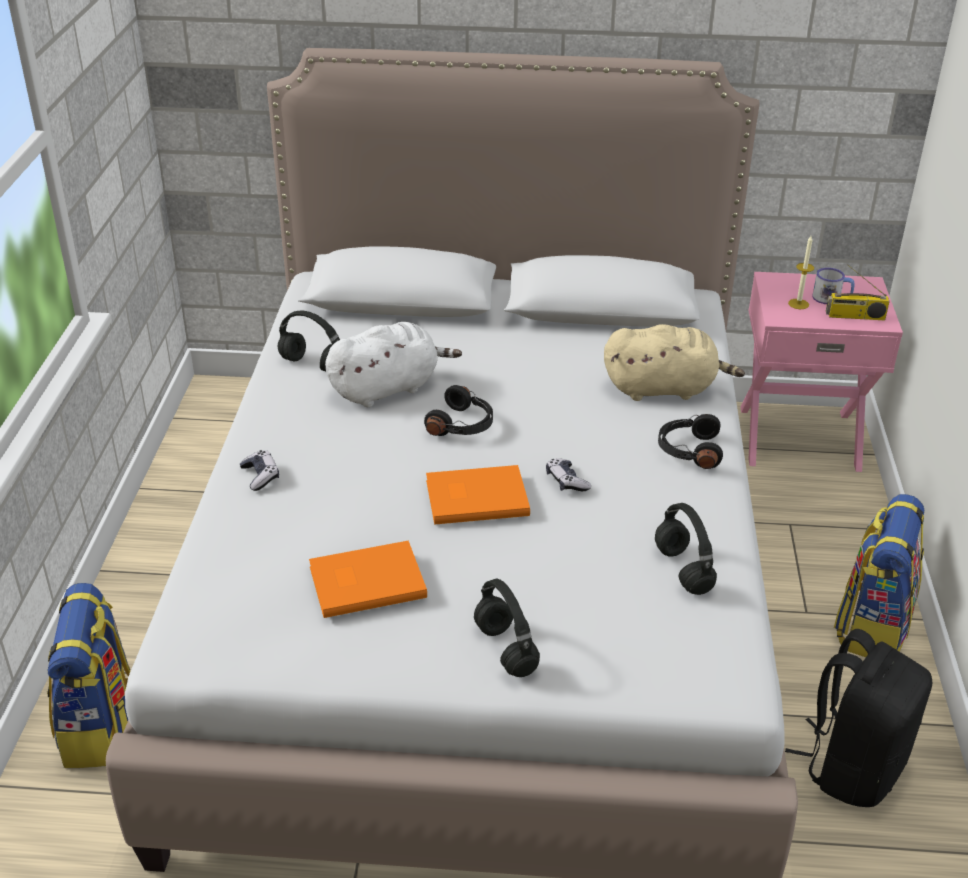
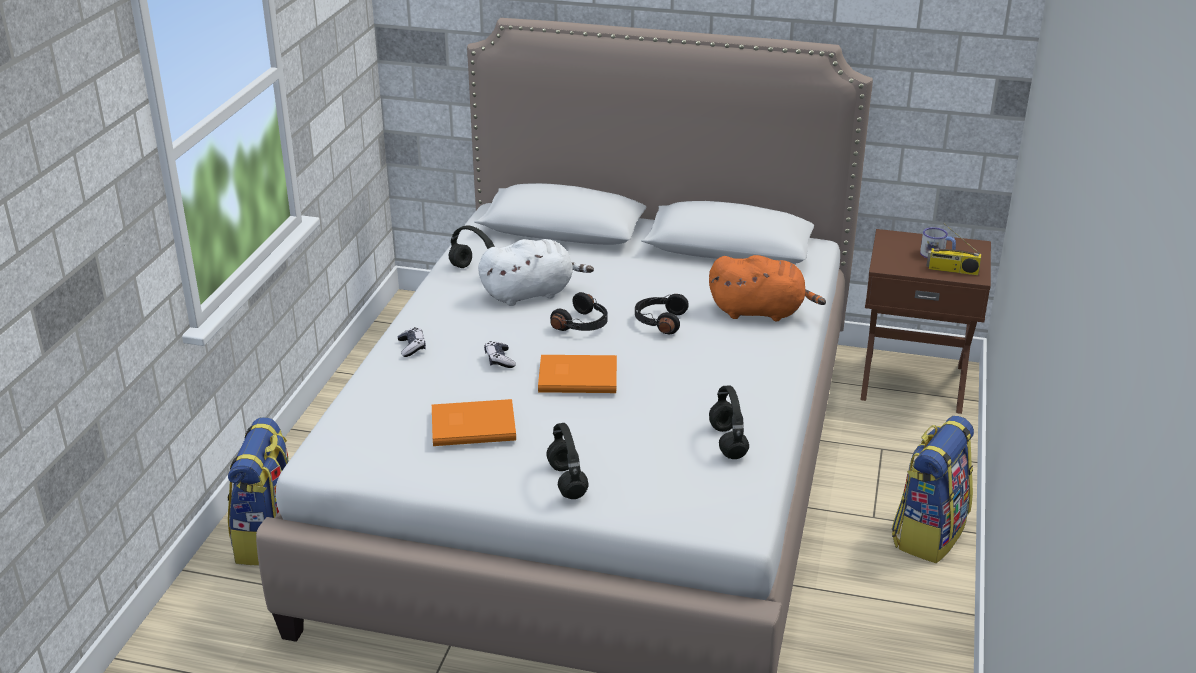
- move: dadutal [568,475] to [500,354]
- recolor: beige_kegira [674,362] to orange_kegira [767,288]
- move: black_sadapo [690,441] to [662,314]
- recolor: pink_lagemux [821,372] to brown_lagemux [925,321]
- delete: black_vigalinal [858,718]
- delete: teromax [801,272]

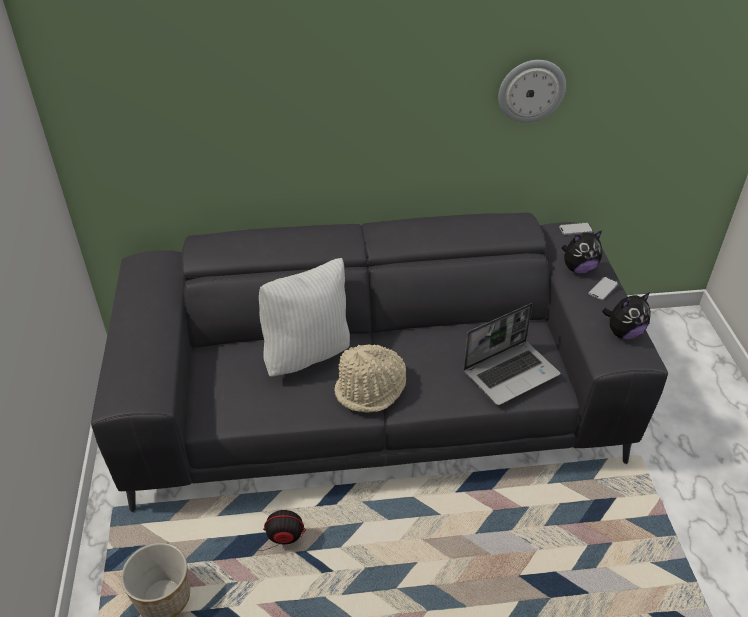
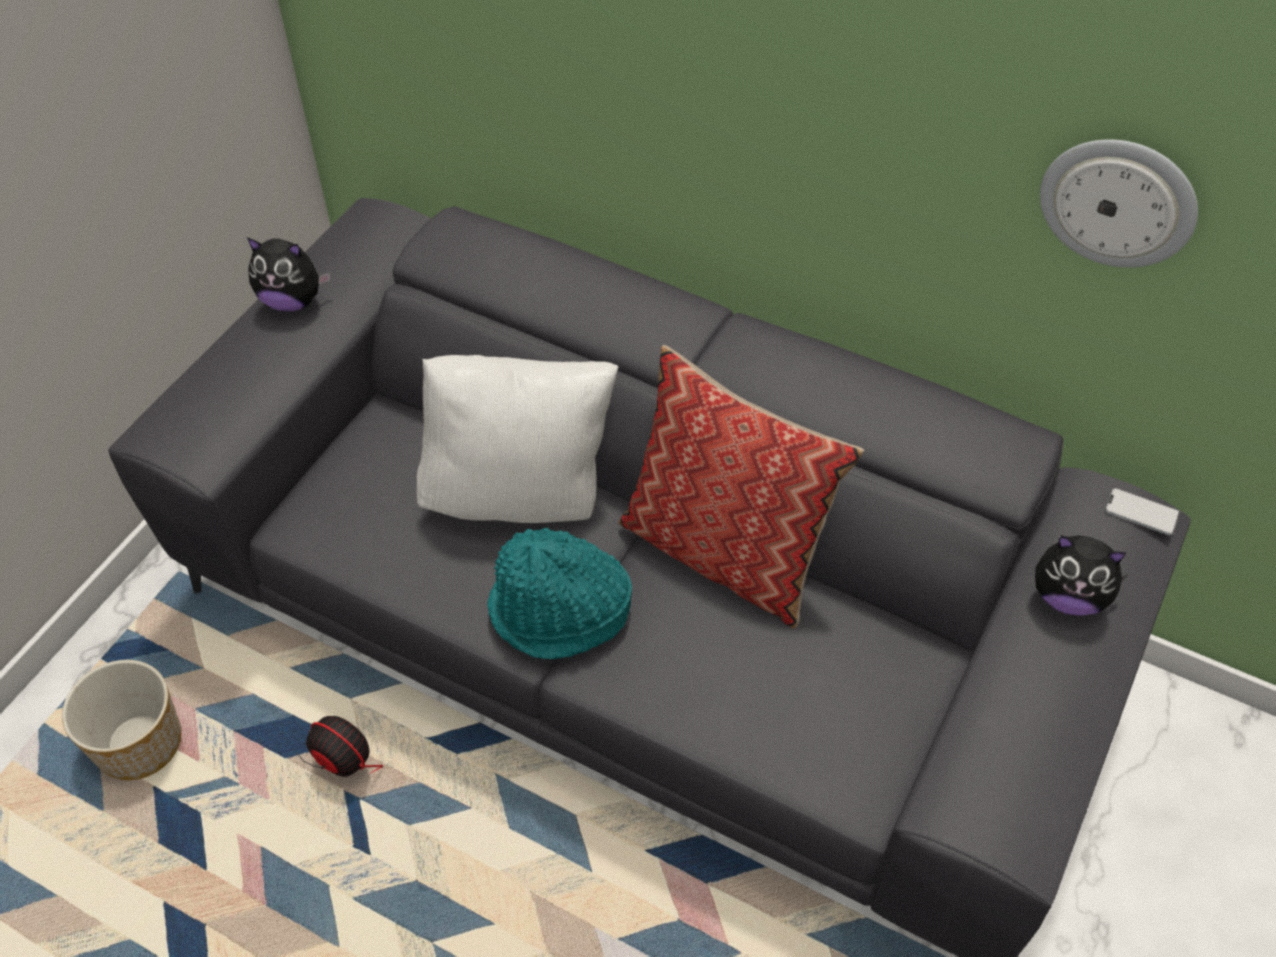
- recolor: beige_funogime [370,378] to turquoise_funogime [559,593]
- delete: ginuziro [511,354]
- delete: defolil [603,288]
- move: kegira [626,315] to [288,274]
- insert: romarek [741,487]

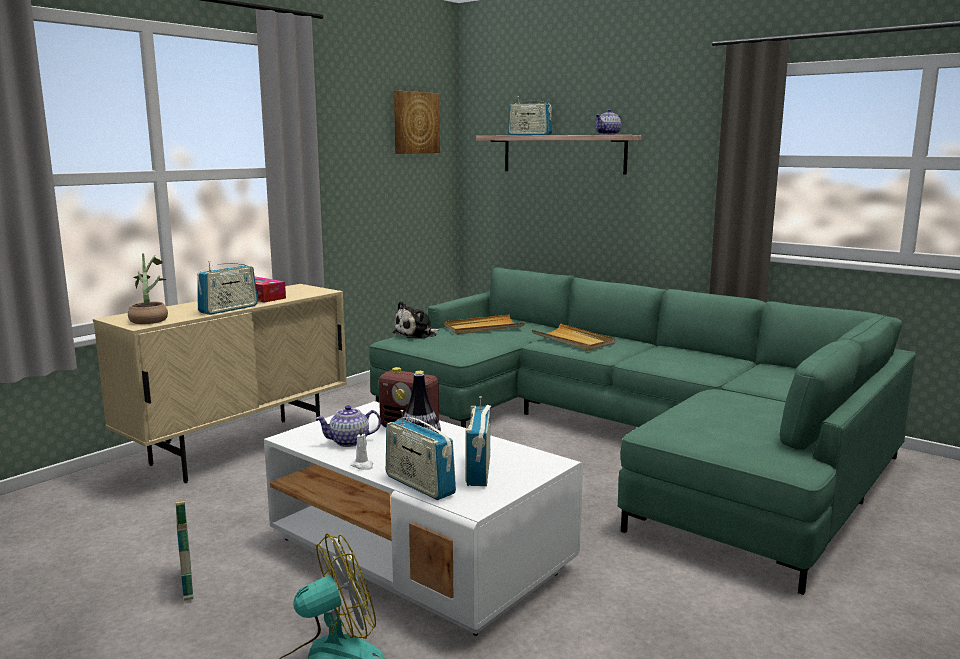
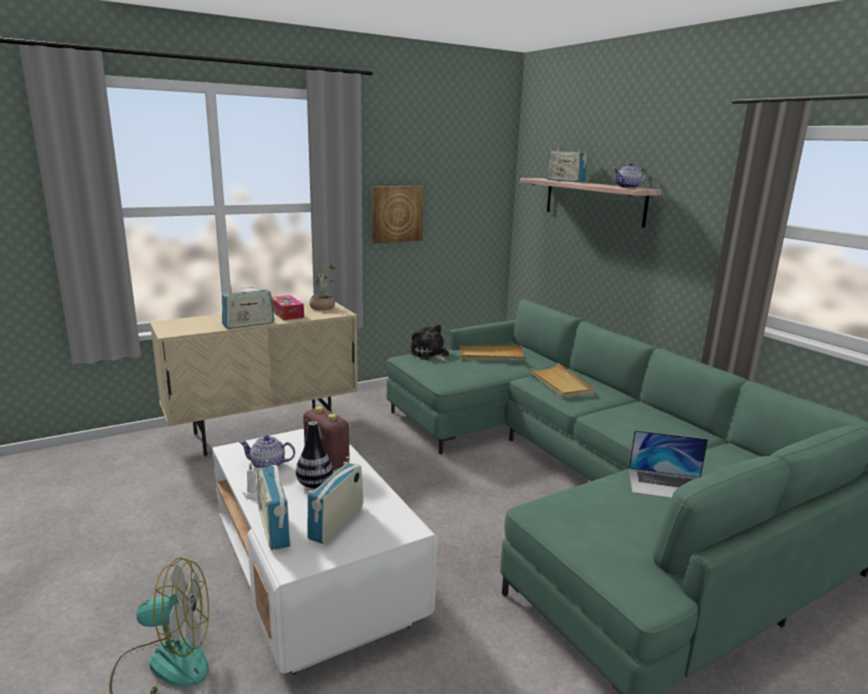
- move: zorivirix [148,289] to [322,285]
- delete: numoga [183,541]
- rotate: kegira [416,320] = [429,343] 75 degrees clockwise
- move: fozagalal [417,122] to [398,214]
- insert: ginuziro [668,464]

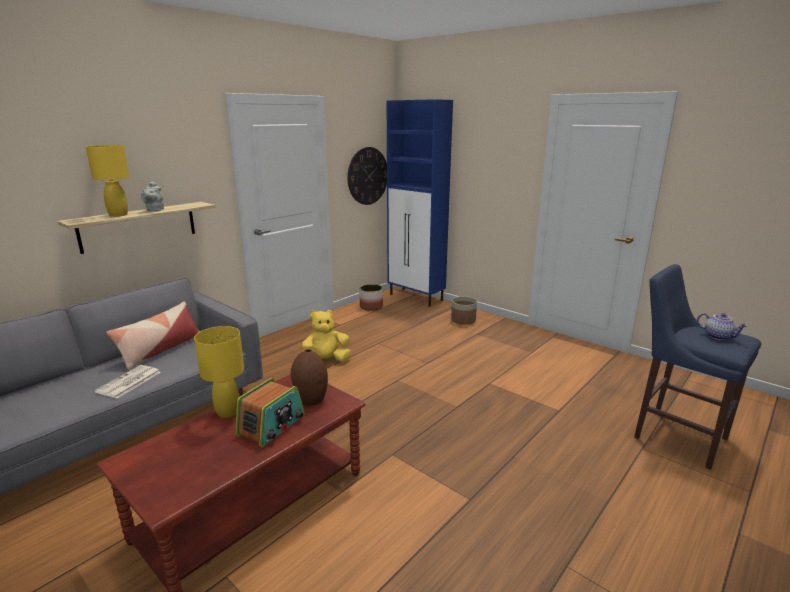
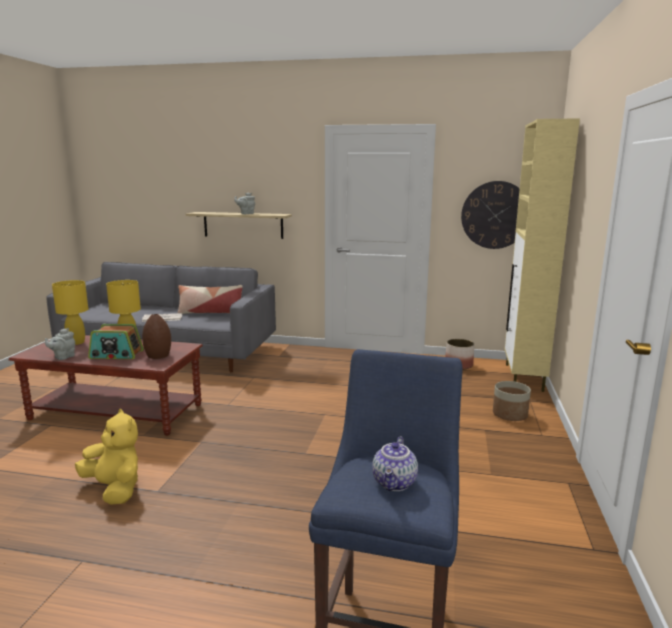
- move: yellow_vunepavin [107,181] to [70,312]
- move: yellow_kegira [326,336] to [106,457]
- recolor: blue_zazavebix [420,203] to beige_zazavebix [542,255]
- insert: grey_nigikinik [60,344]

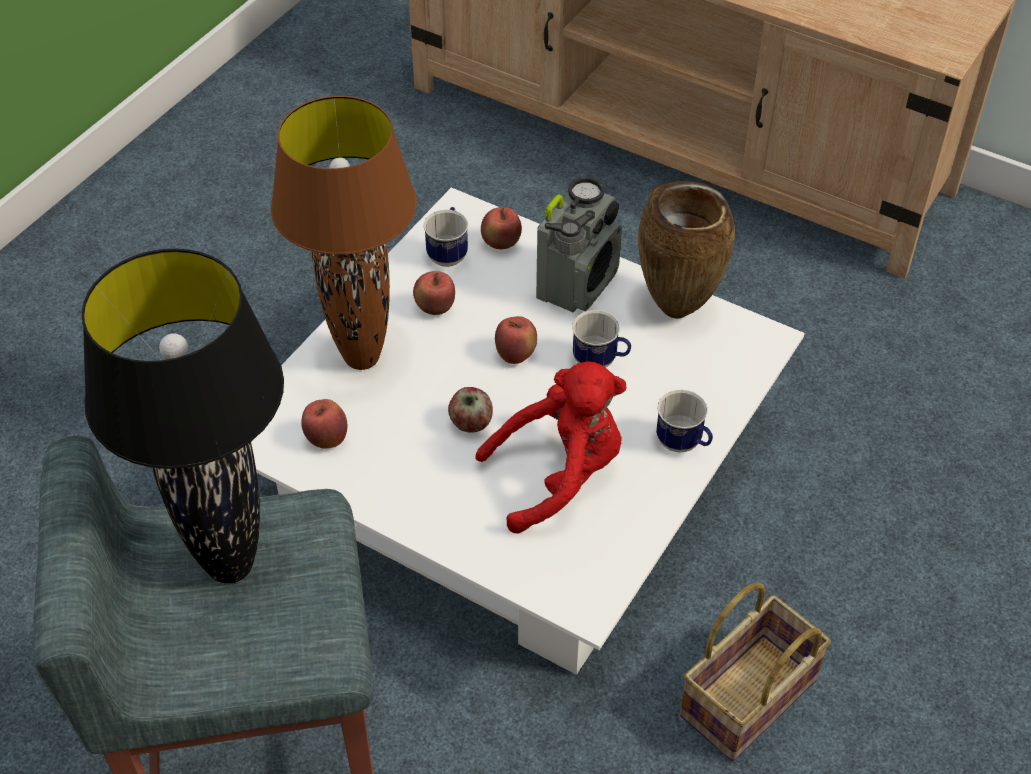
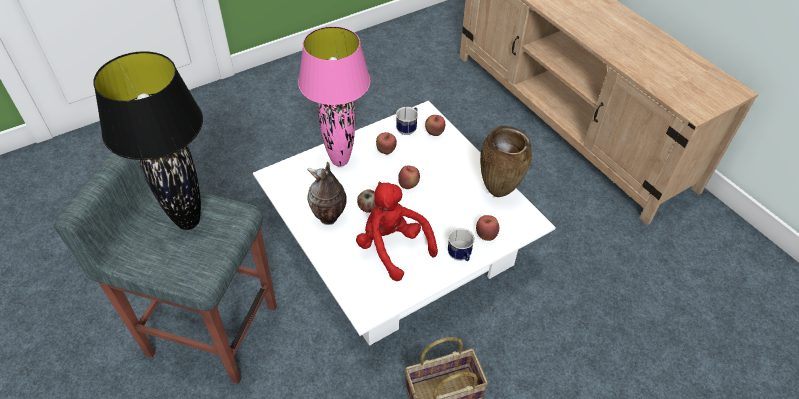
- recolor: brown_vunepavin [344,233] to pink_vunepavin [334,96]
- move: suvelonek [324,423] to [487,228]
- rotate: red_kegira [551,447] = [397,231] 135 degrees counterclockwise
- delete: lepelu [579,245]
- delete: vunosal [601,339]
- insert: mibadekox [327,193]

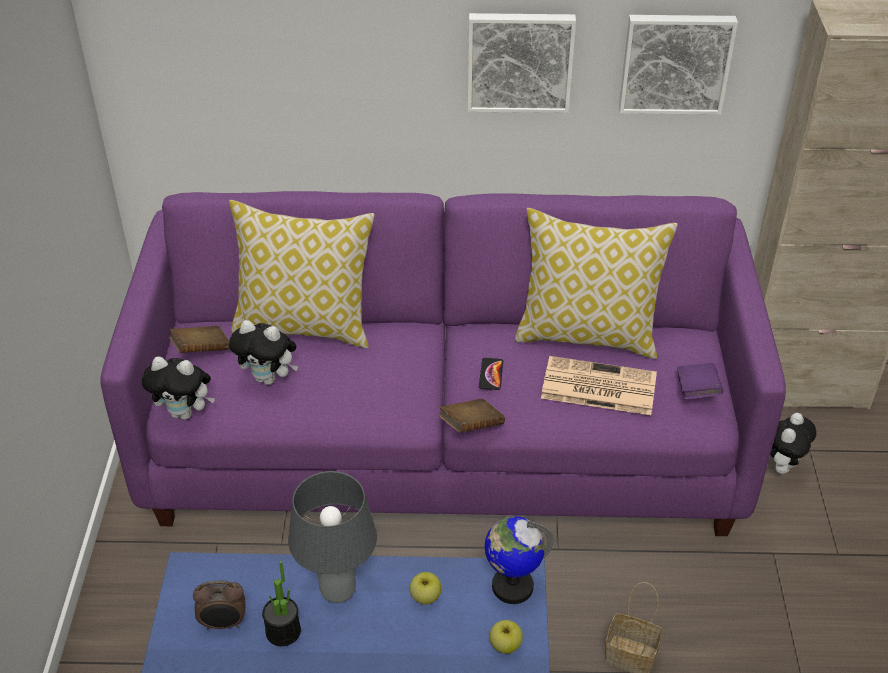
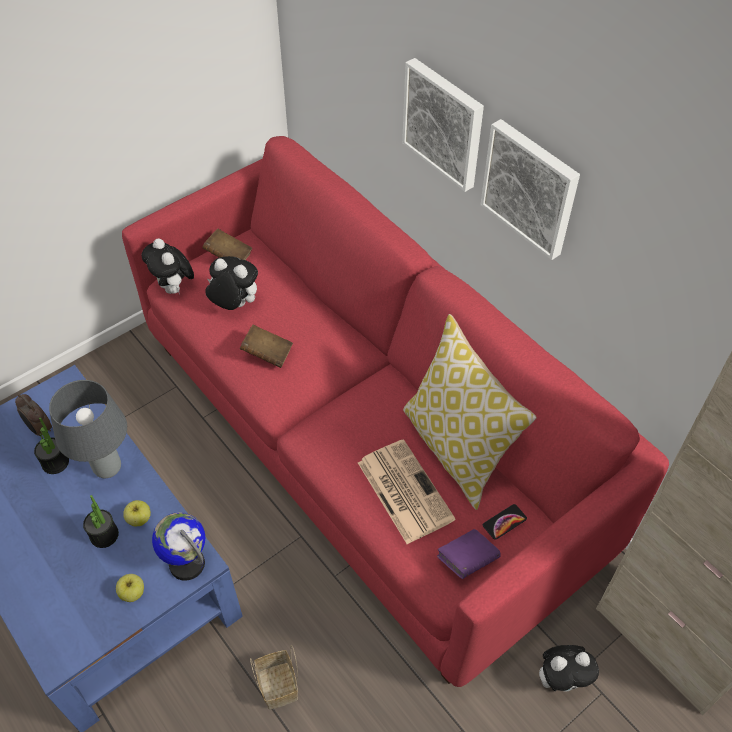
- recolor: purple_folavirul [443,363] to red_folavirul [395,411]
- delete: romarek [302,274]
- rotate: kegira [263,352] = [231,283] 135 degrees clockwise
- move: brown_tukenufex [472,416] to [266,346]
- move: defolil [491,374] to [505,522]
- move: fozagalal [678,65] to [443,125]
- insert: zorivirix [101,521]

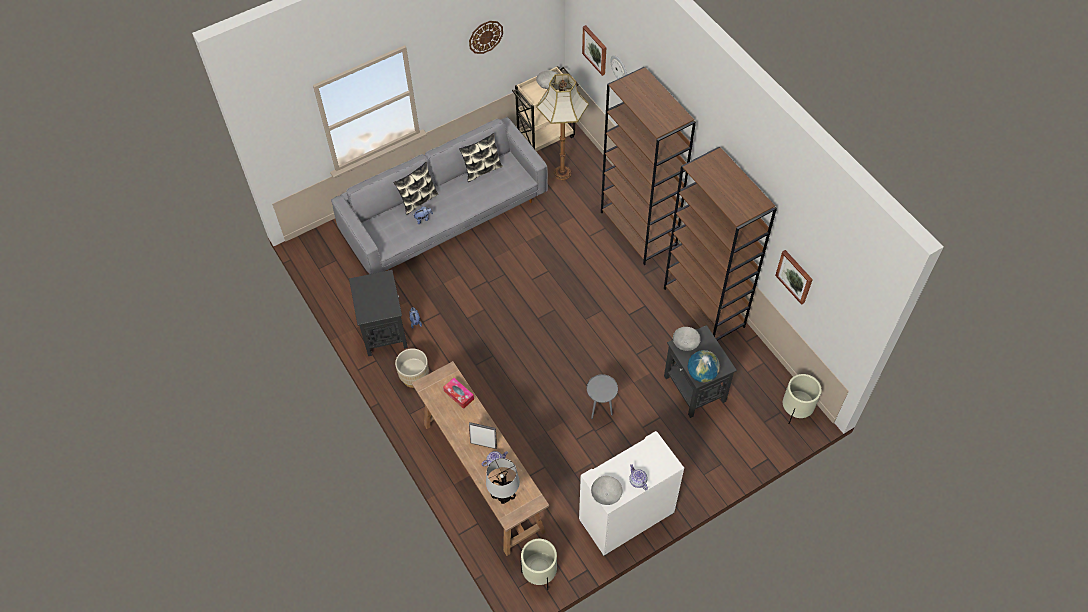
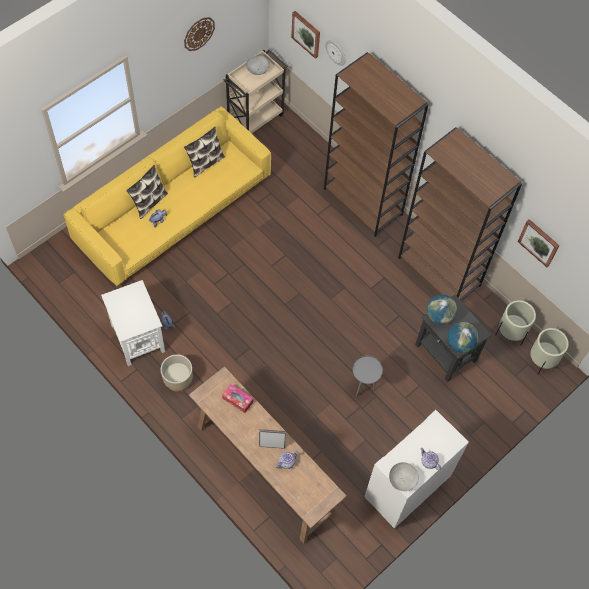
- recolor: grey_folavirul [439,195] to yellow_folavirul [167,196]
- recolor: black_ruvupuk [378,313] to white_ruvupuk [133,323]
- delete: vunepavin [503,481]
- move: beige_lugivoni [538,564] to [516,322]
- delete: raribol [562,127]
- replace: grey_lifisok [687,339] to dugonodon [442,310]

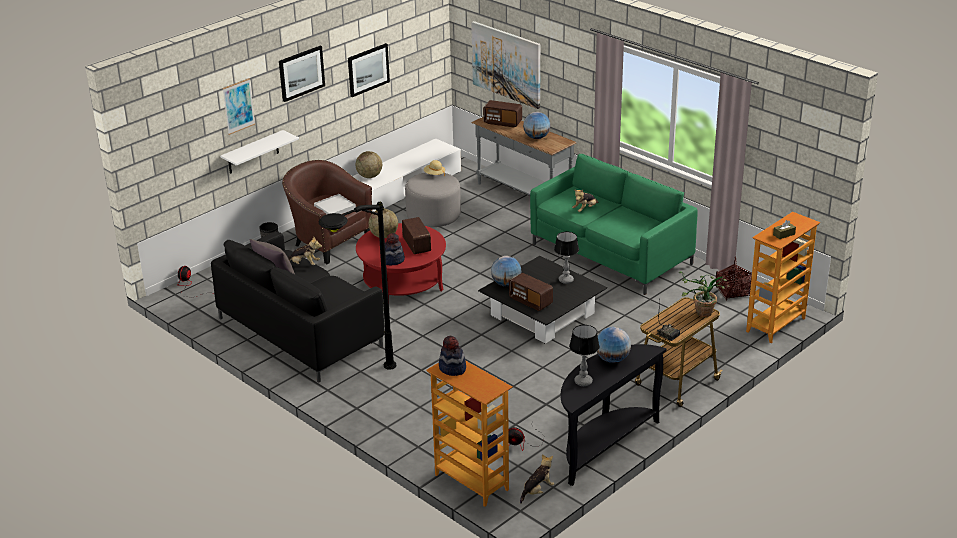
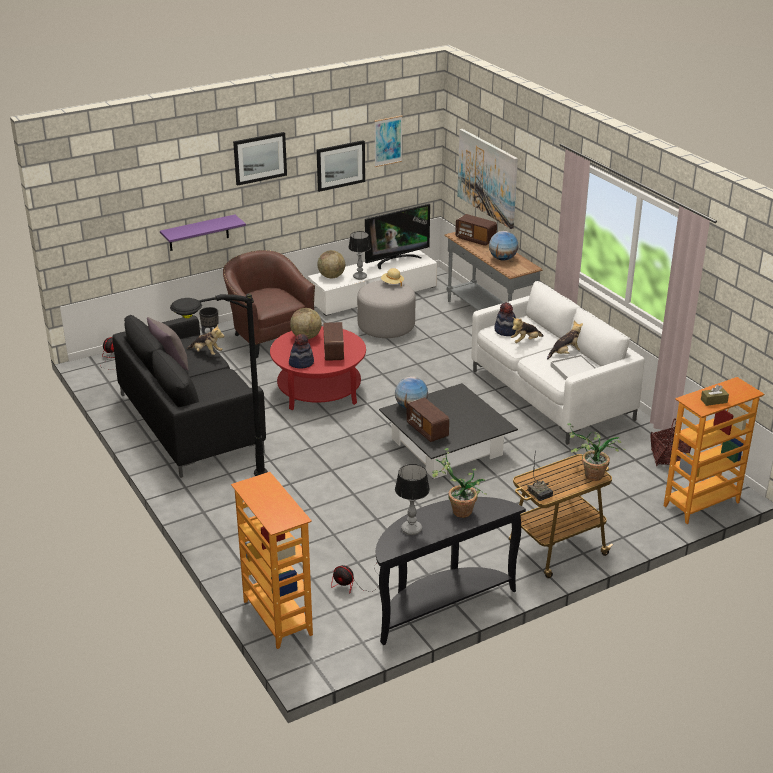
- recolor: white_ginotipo [259,152] to purple_ginotipo [203,232]
- move: fozagalal [238,106] to [388,141]
- move: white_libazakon [335,204] to [573,367]
- move: funogime [452,356] to [505,319]
- move: kegira [537,479] to [565,339]
- recolor: green_folavirul [614,224] to white_folavirul [558,363]
- move: vunepavin [566,257] to [359,255]
- replace: dugonodon [614,345] to zorivirix [459,483]
- insert: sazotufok [397,236]

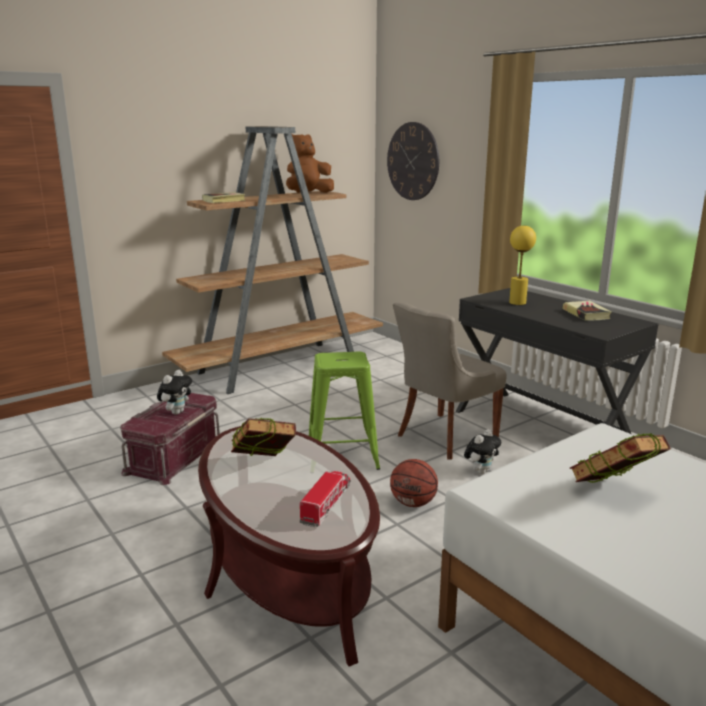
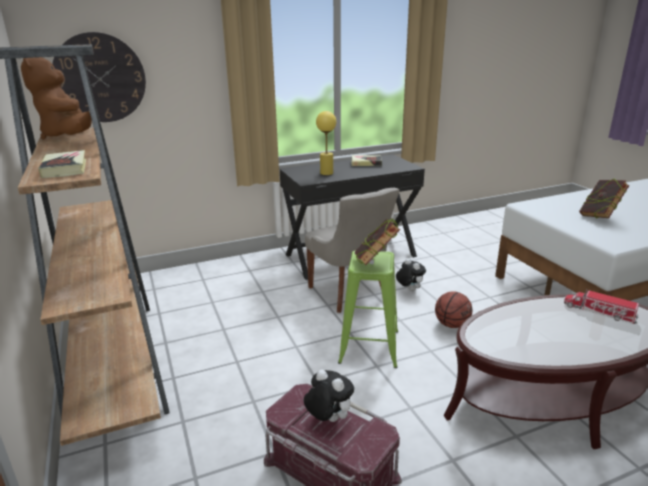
- move: tukenufex [263,437] to [377,242]

